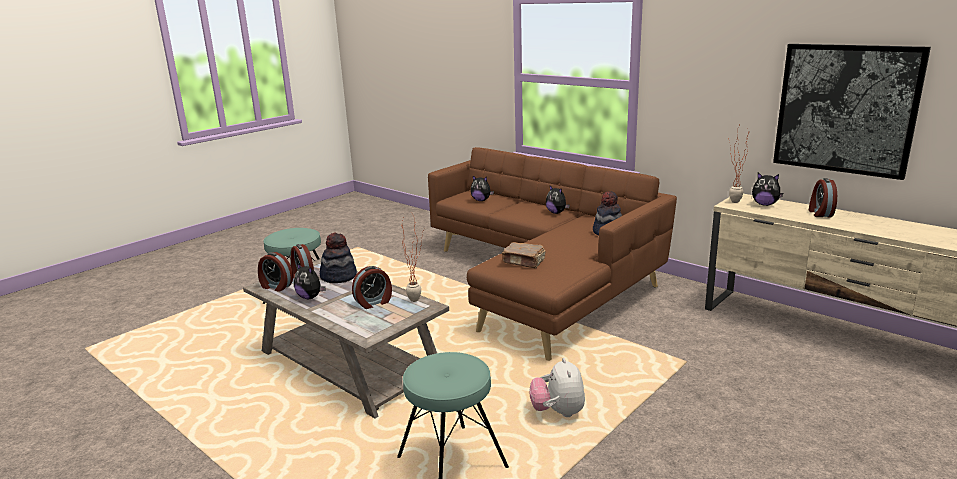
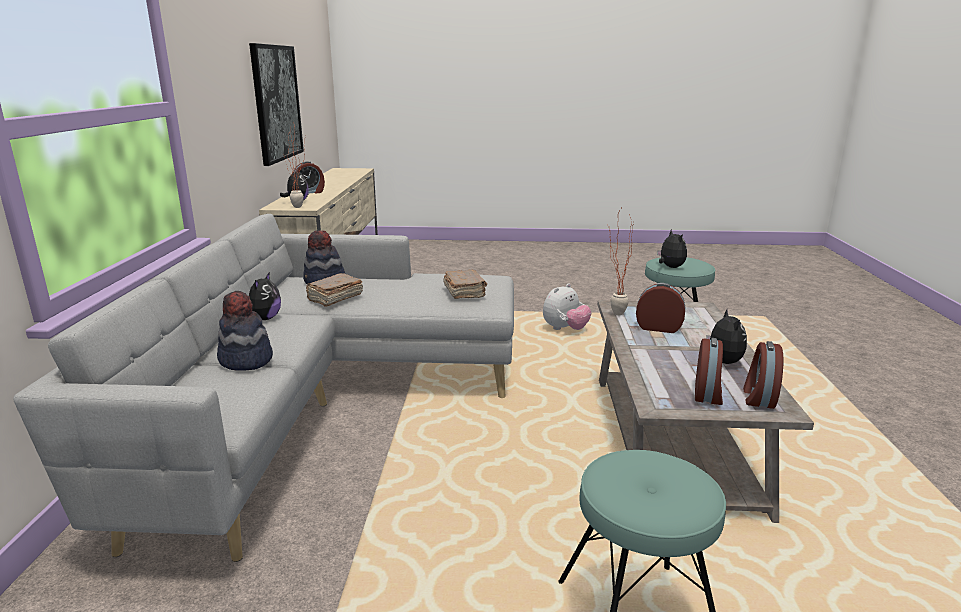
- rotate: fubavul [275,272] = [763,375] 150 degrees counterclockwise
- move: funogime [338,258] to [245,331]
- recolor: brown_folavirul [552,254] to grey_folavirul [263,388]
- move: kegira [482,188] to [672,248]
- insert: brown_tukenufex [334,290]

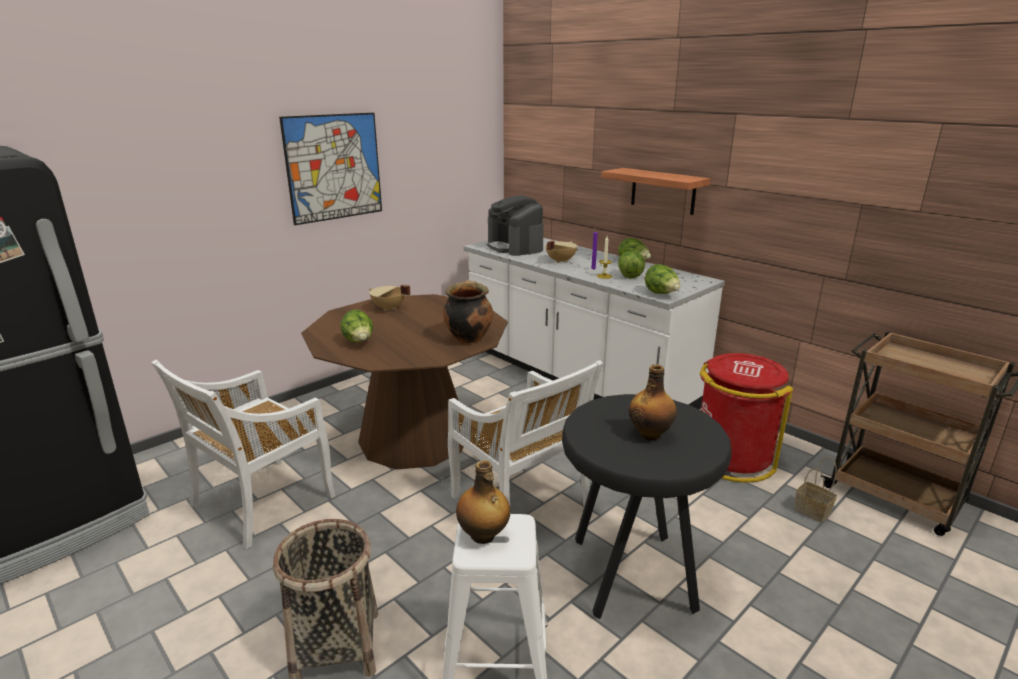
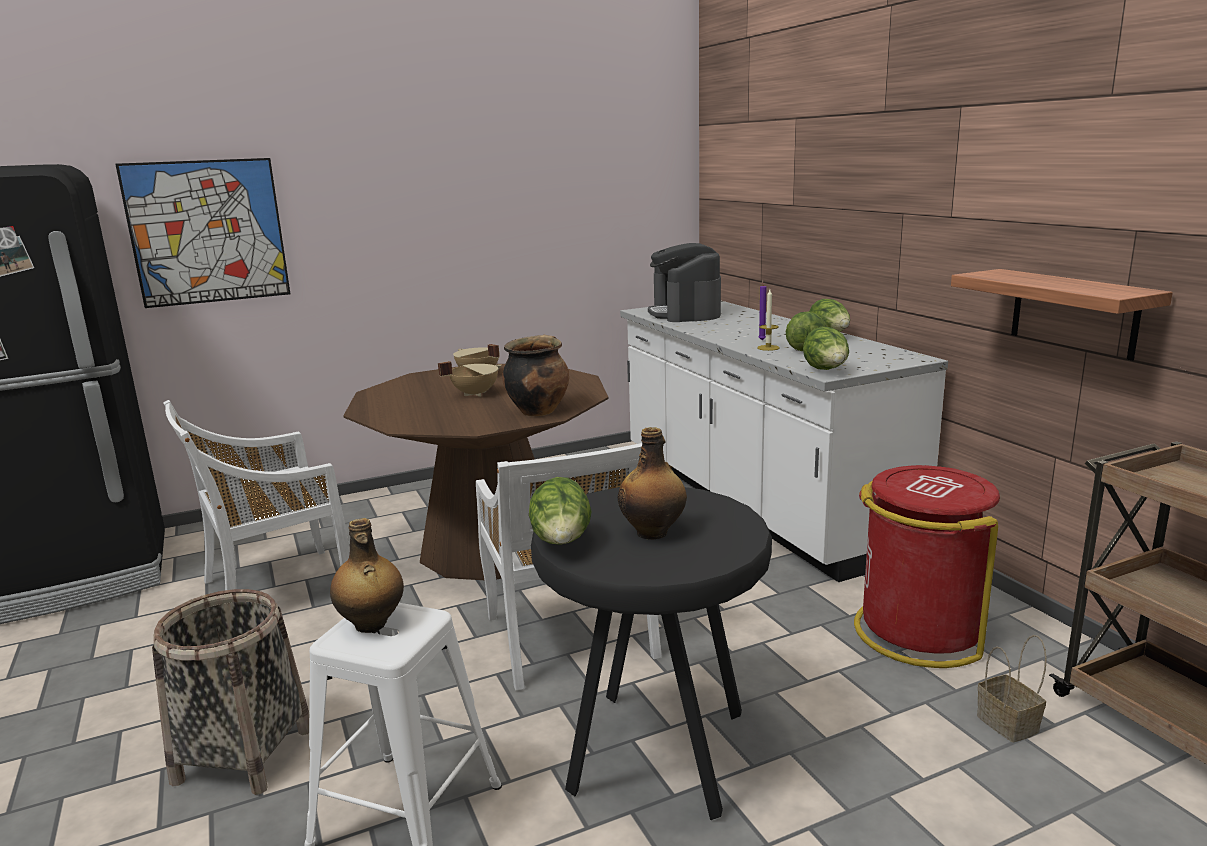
- move: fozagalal [330,169] to [202,233]
- move: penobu [356,326] to [560,511]
- move: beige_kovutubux [561,252] to [470,379]
- move: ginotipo [655,191] to [1062,315]

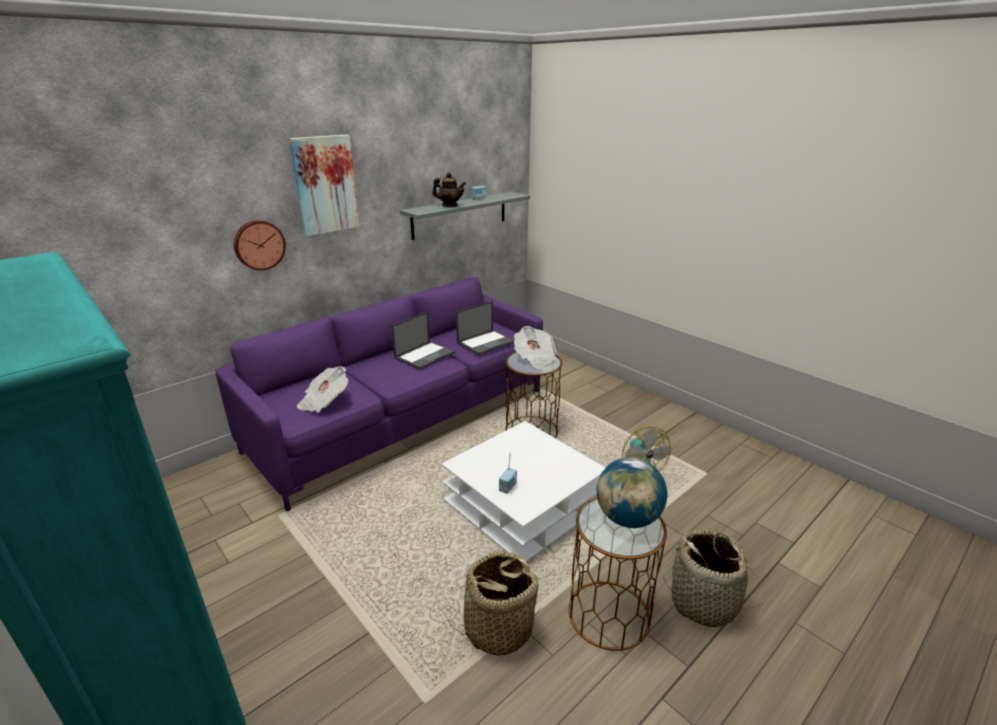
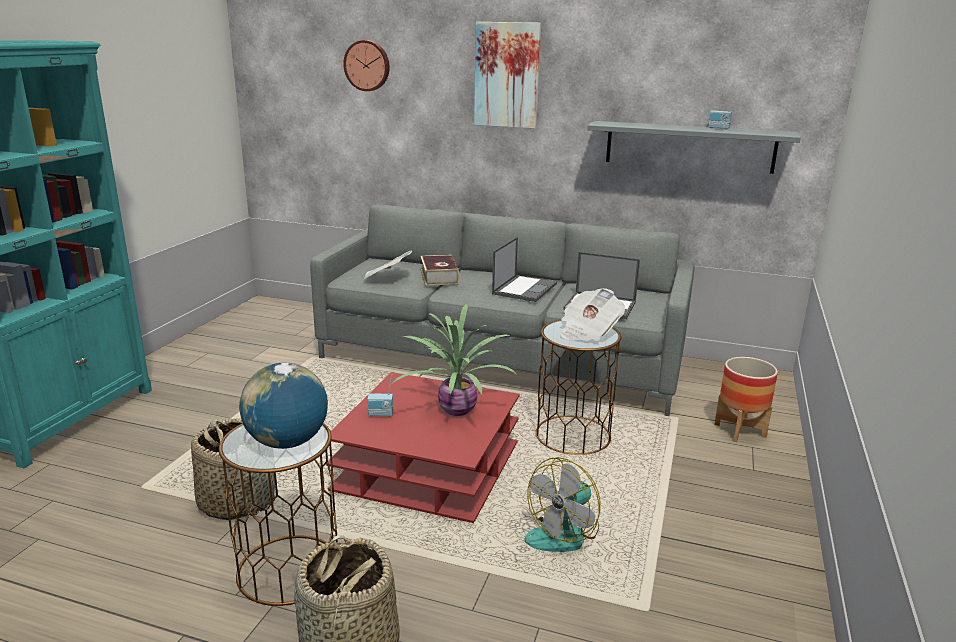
- recolor: purple_folavirul [379,394] to grey_folavirul [502,310]
- move: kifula [260,245] to [366,65]
- rotate: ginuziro [423,340] = [524,269] 75 degrees counterclockwise
- delete: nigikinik [449,189]
- recolor: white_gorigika [523,491] to red_gorigika [423,447]
- insert: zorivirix [454,360]
- insert: tukenufex [439,270]
- insert: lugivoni [746,399]

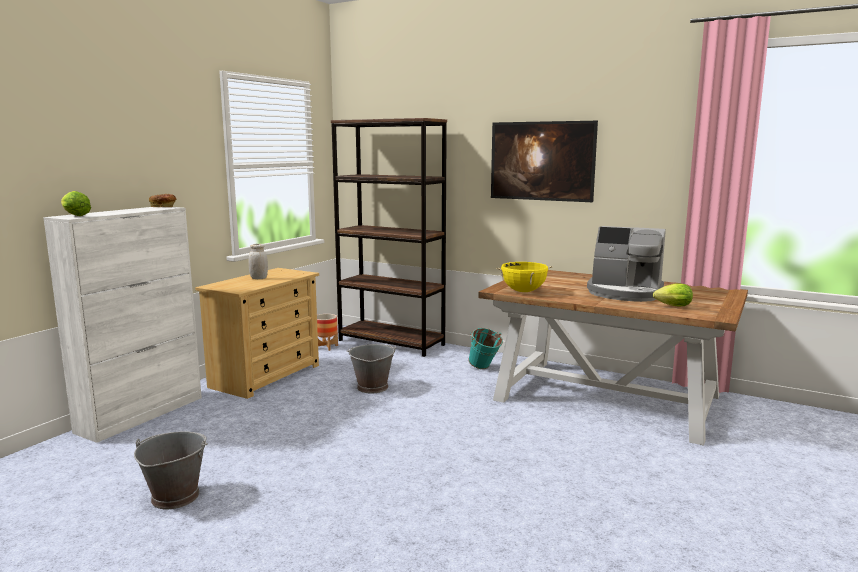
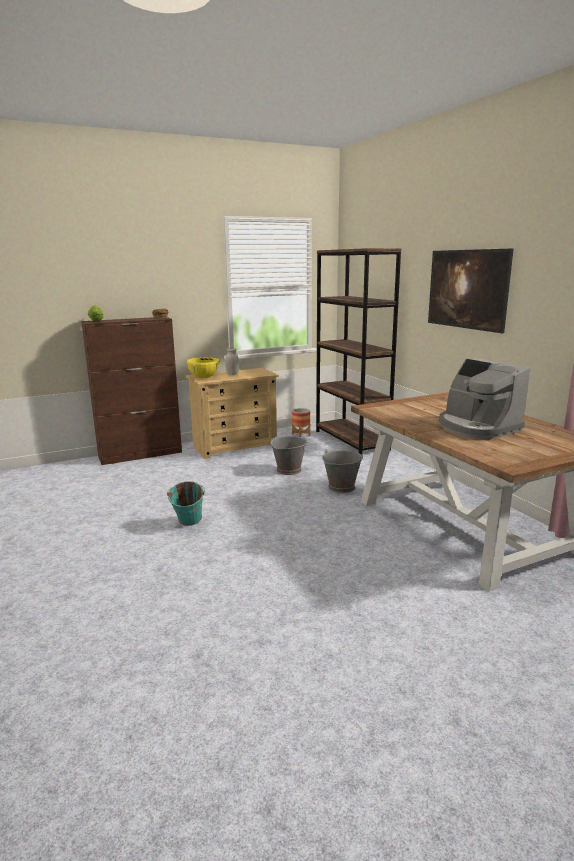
- recolor: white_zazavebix [122,325] to brown_zazavebix [131,391]
- move: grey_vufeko [171,470] to [342,471]
- move: turquoise_vufeko [485,348] to [186,503]
- move: yellow_kovutubux [524,277] to [203,367]
- delete: penobu [673,295]

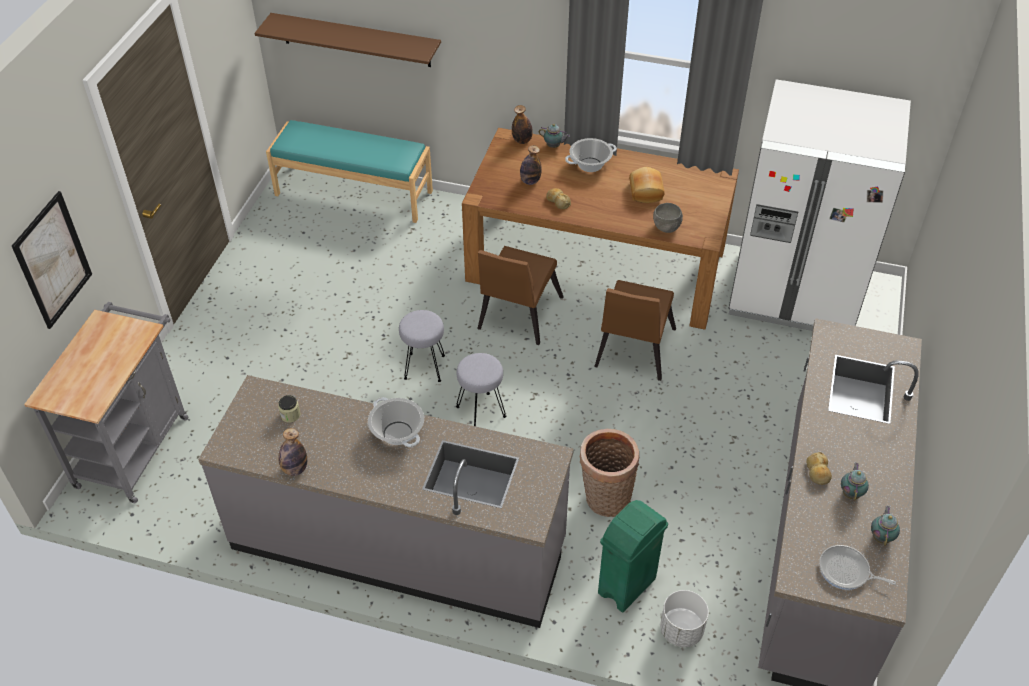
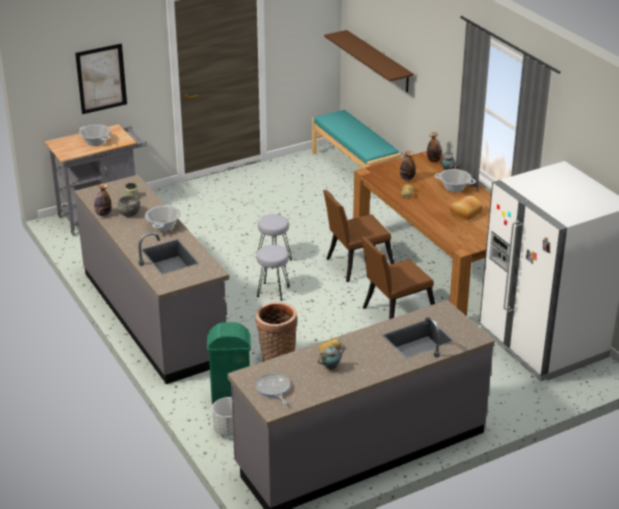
- move: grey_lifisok [668,218] to [129,206]
- delete: nigikinik [885,526]
- insert: kovutubux [94,135]

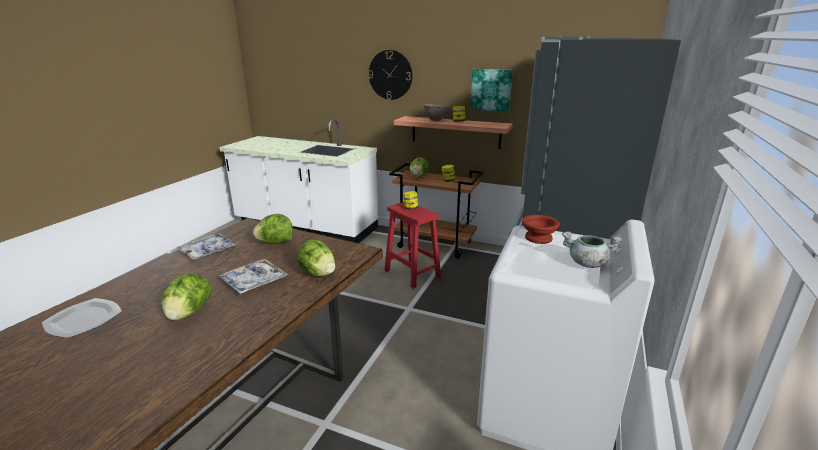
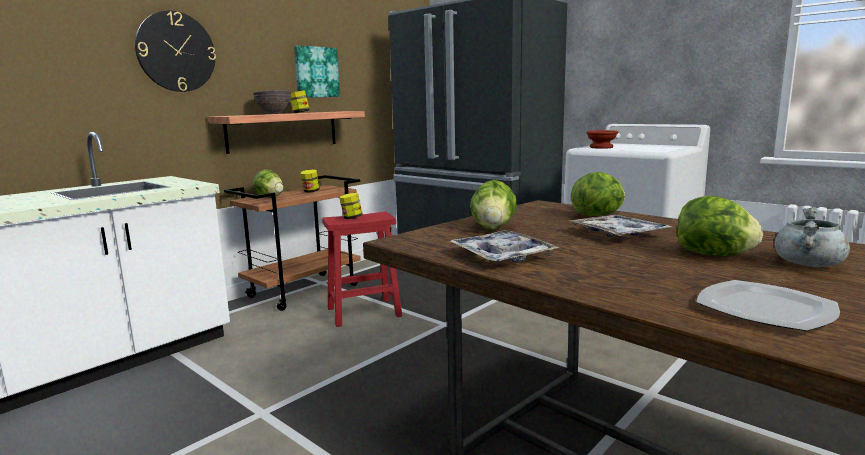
- move: grey_kovutubux [592,249] to [812,237]

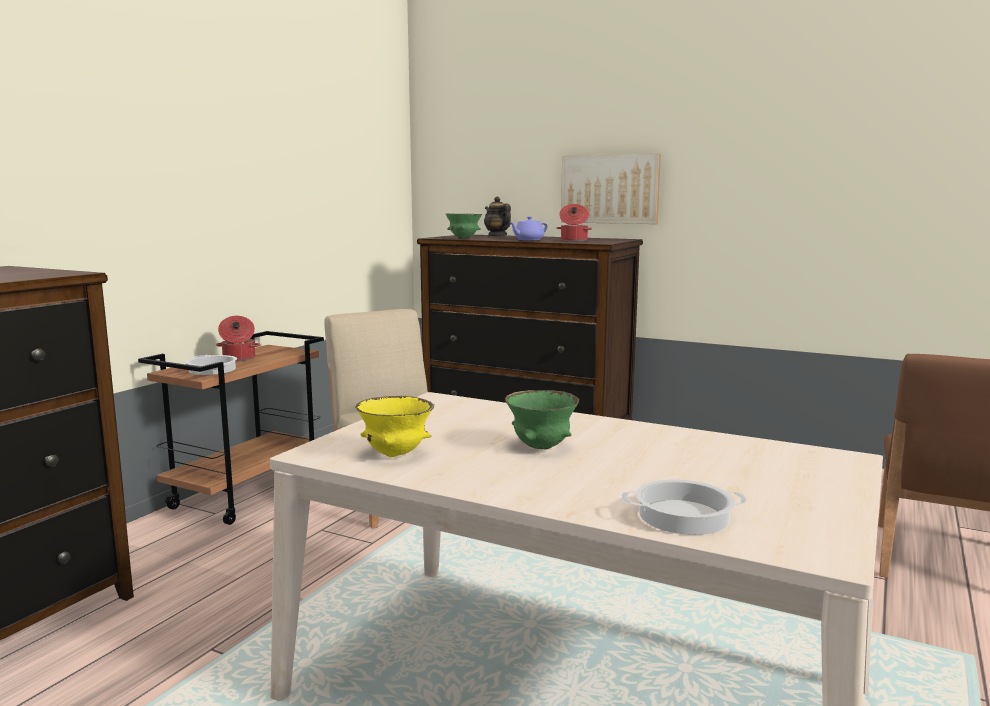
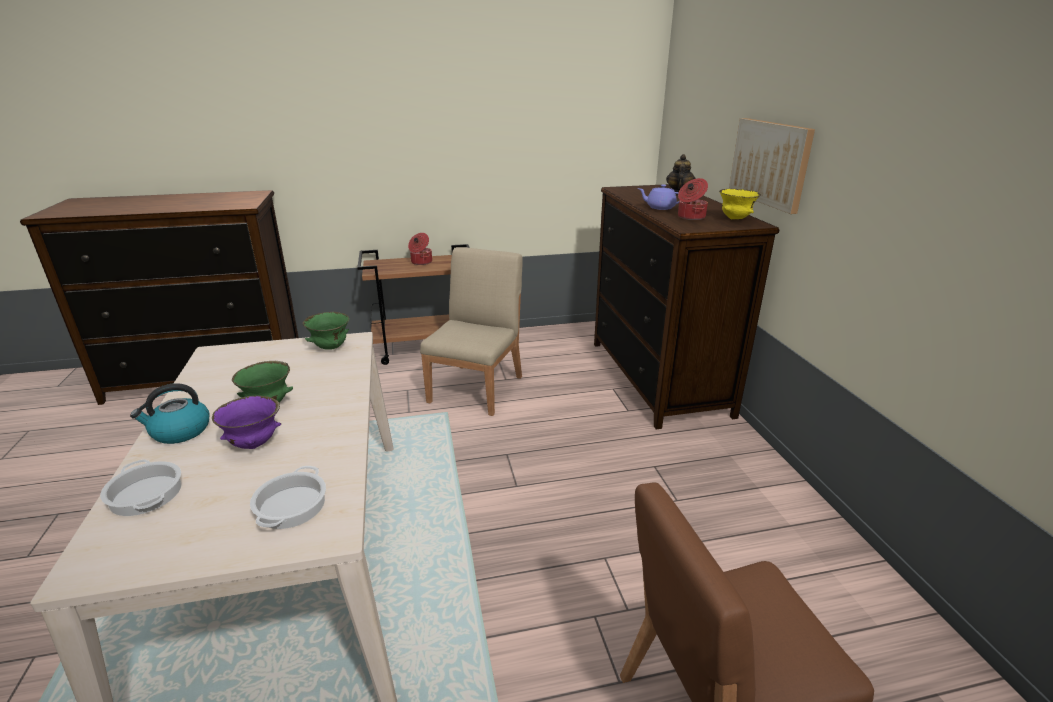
- move: kovutubux [211,365] to [288,497]
- move: yellow_lifisok [394,426] to [740,204]
- move: green_lifisok [464,226] to [326,331]
- insert: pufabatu [170,413]
- insert: purple_lifisok [246,422]

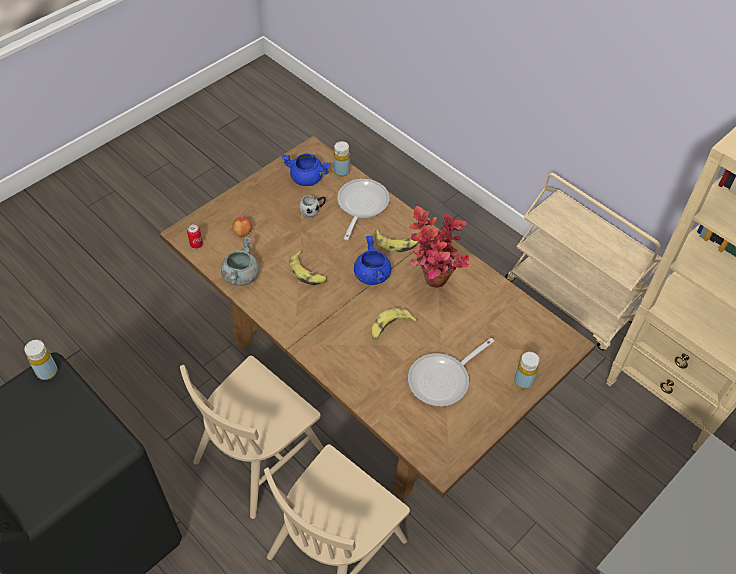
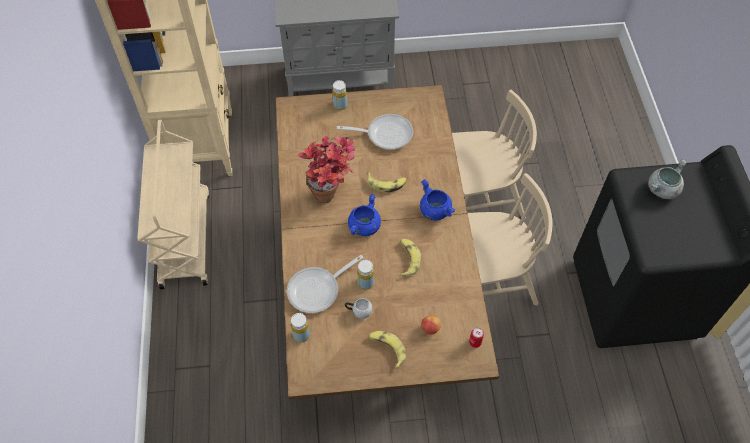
- move: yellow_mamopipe [41,360] to [365,275]
- move: grey_kovutubux [240,261] to [667,179]
- move: blue_kovutubux [306,170] to [437,199]
- move: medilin [397,241] to [387,350]

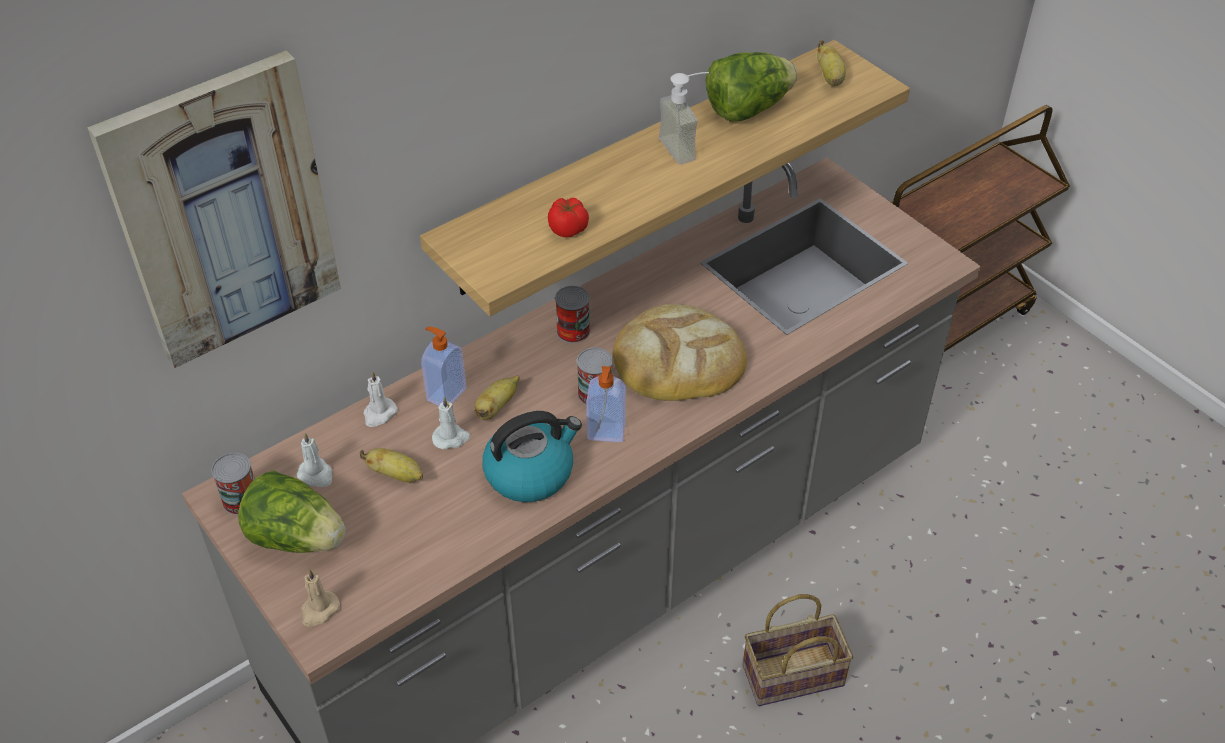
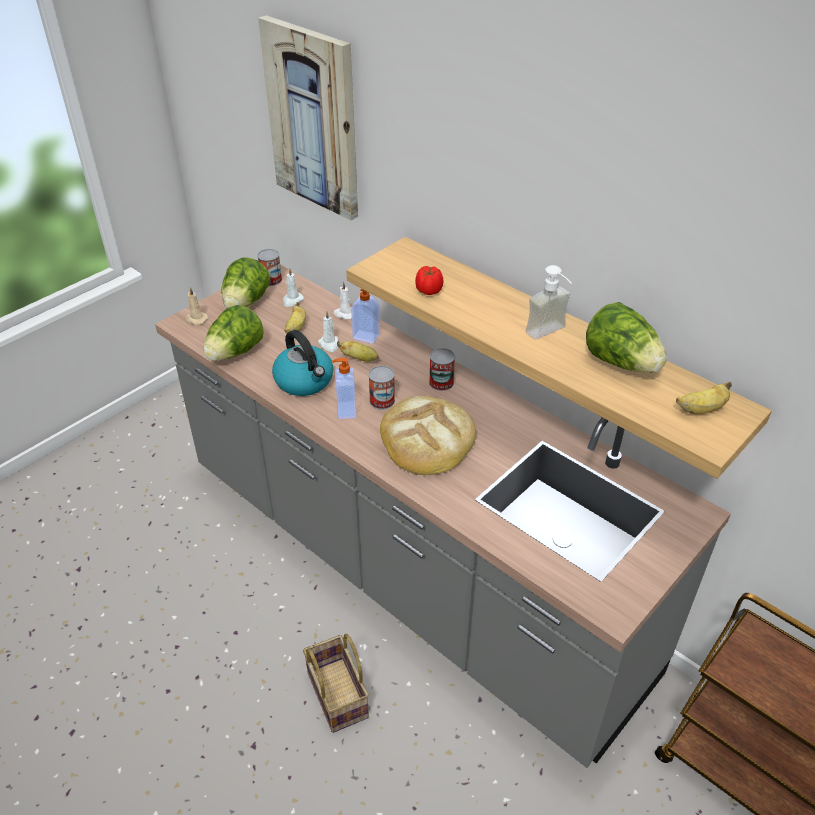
- insert: penobu [233,333]

